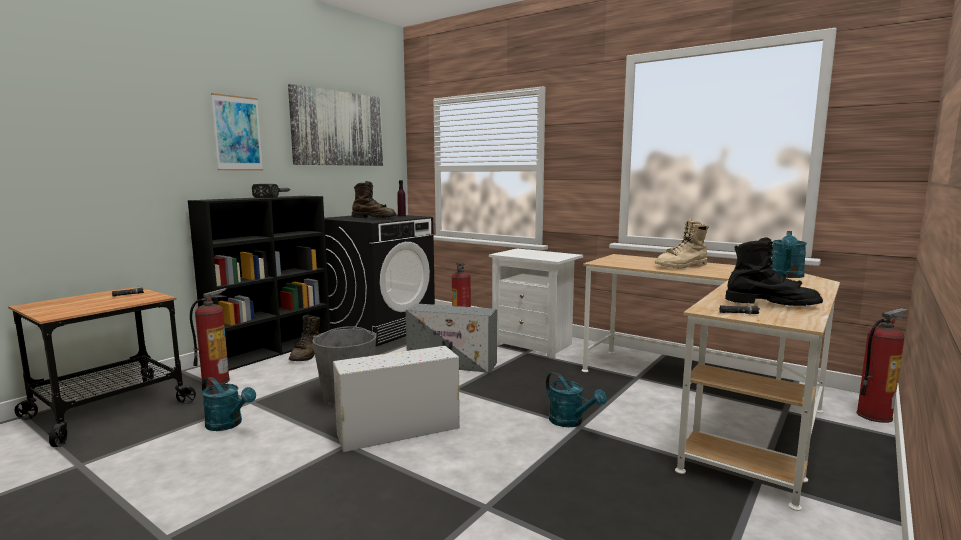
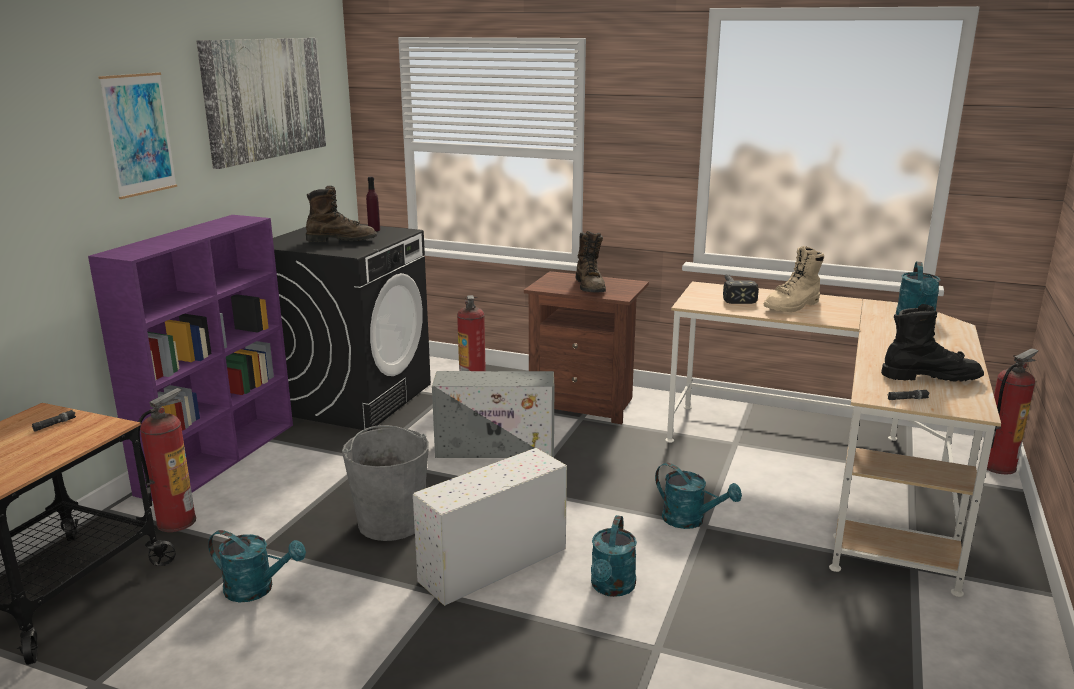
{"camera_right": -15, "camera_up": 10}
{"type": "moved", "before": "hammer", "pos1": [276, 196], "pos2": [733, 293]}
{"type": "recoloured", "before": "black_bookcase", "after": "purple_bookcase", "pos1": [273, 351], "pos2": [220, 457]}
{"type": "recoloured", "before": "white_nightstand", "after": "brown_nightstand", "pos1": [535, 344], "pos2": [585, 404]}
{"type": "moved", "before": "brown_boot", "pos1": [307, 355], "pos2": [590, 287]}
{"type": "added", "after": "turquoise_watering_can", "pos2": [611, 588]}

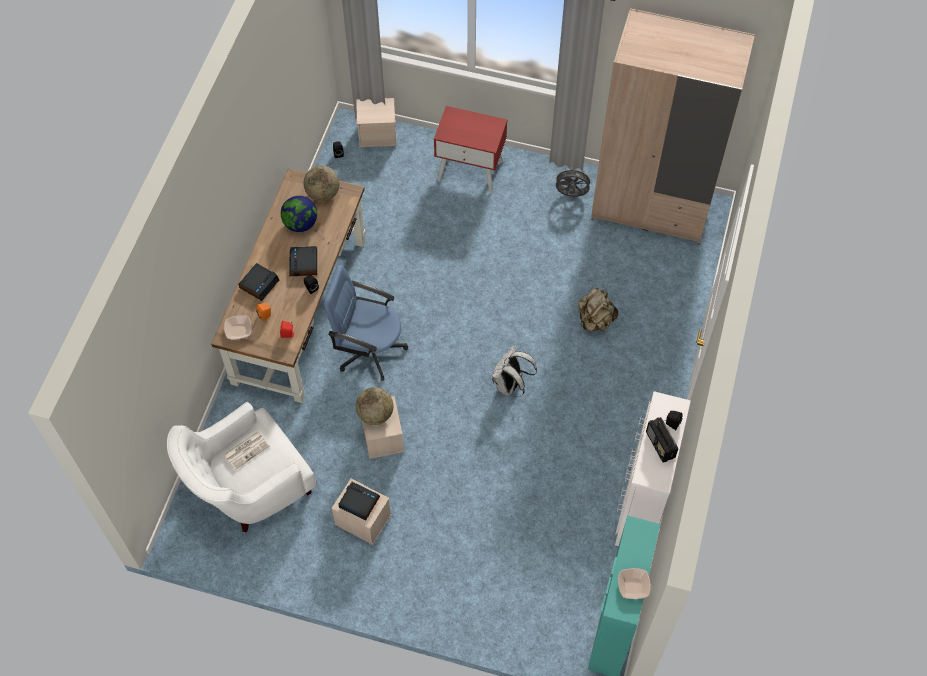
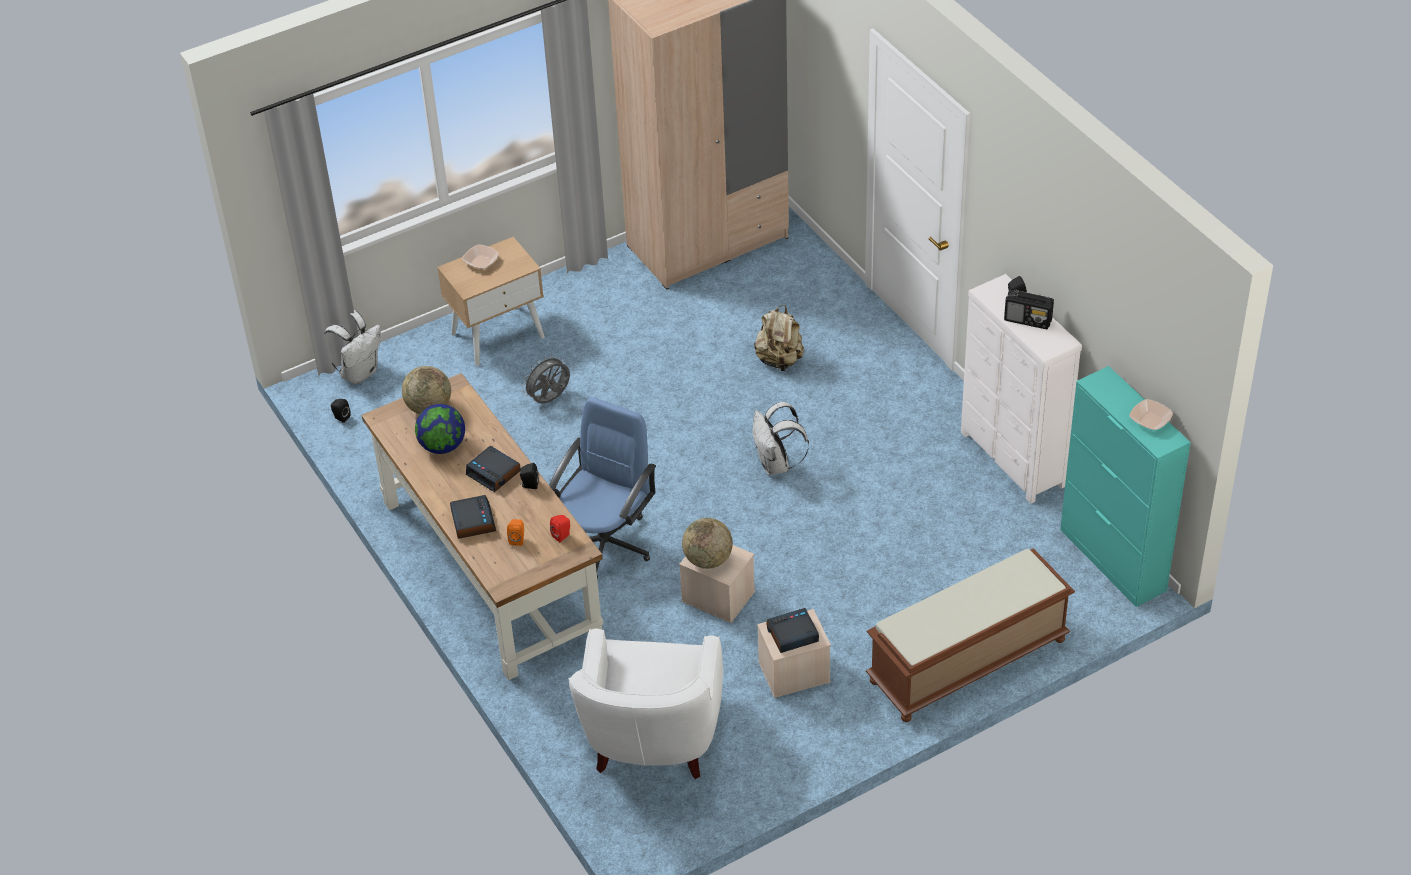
{"camera_right": -45, "camera_up": -15}
{"type": "replaced", "before": "beige_storage_box", "after": "white_backpack", "pos1": [378, 133], "pos2": [359, 372]}
{"type": "recoloured", "before": "red_nightstand", "after": "beige_nightstand", "pos1": [470, 170], "pos2": [498, 335]}
{"type": "moved", "before": "grey_fan", "pos1": [571, 195], "pos2": [550, 400]}
{"type": "turned", "before": "blue_office_chair", "pos1": [369, 349], "pos2": [606, 543], "turn": 150}
{"type": "moved", "before": "bowl", "pos1": [238, 330], "pos2": [481, 262]}
{"type": "removed", "before": "newspaper", "pos1": [246, 450]}
{"type": "added", "after": "brown_bench", "pos2": [967, 662]}

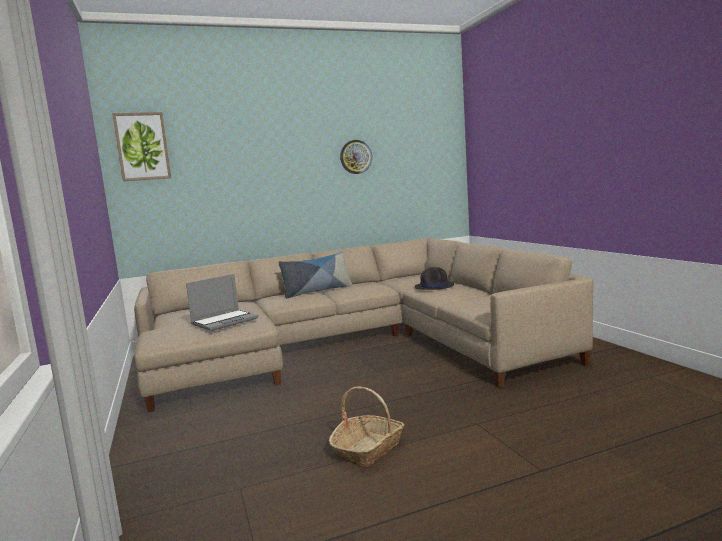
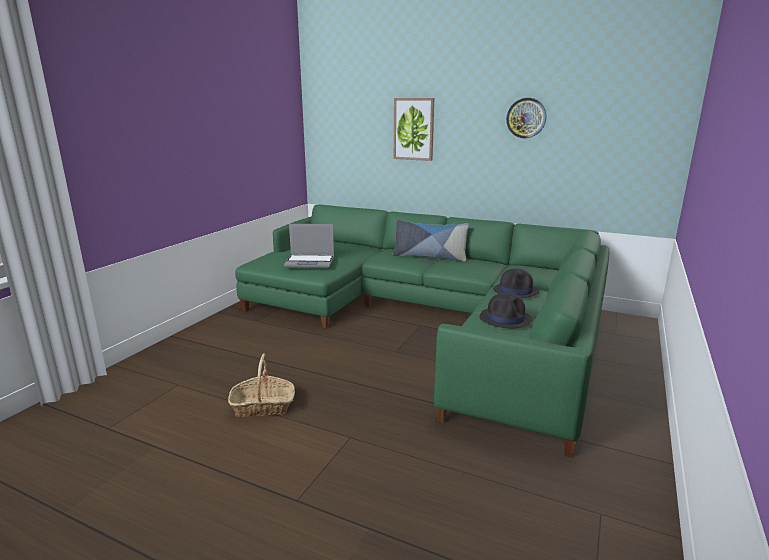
{"camera_right": 45, "camera_up": 10}
{"type": "moved", "before": "picture", "pos1": [142, 146], "pos2": [414, 129]}
{"type": "recoloured", "before": "beige_sofa", "after": "green_sofa", "pos1": [350, 346], "pos2": [431, 319]}
{"type": "added", "after": "black_hat", "pos2": [506, 318]}

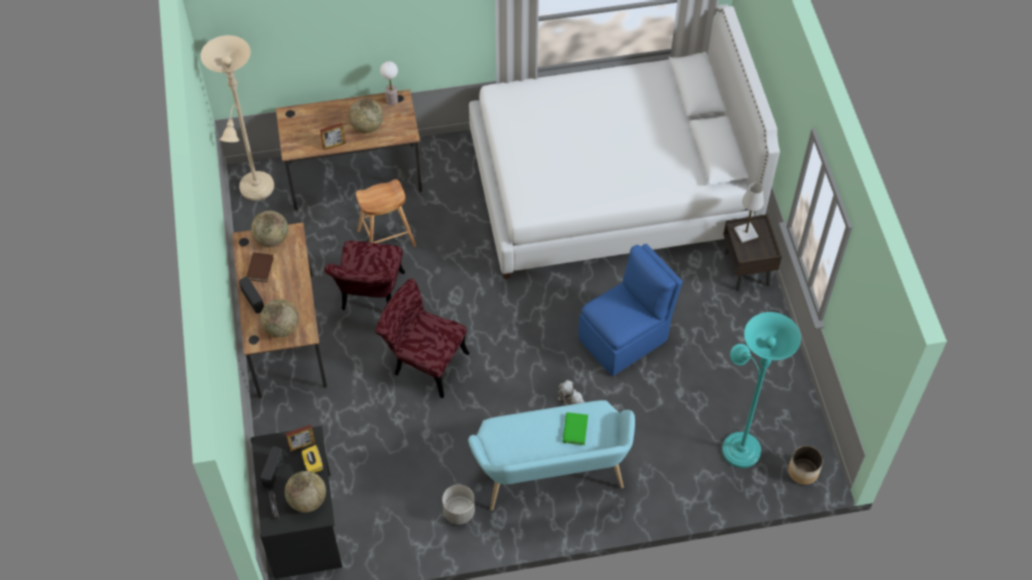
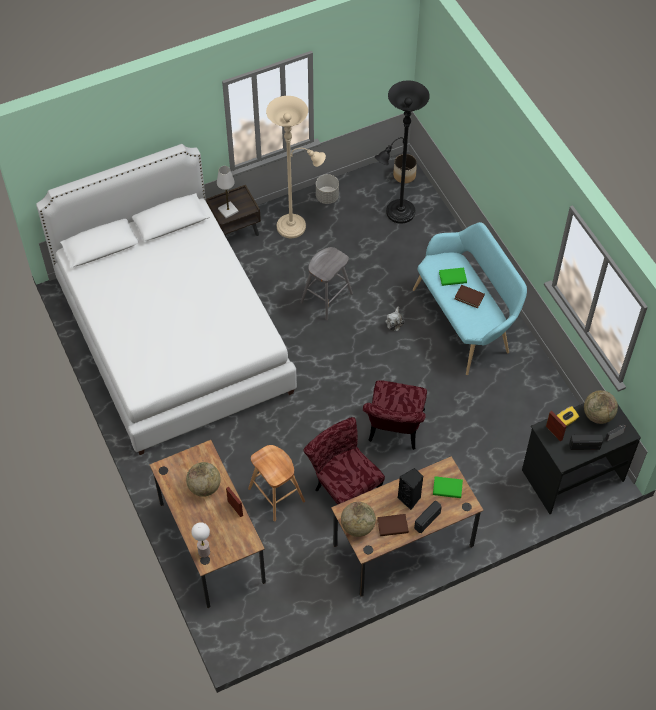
{"camera_right": -105, "camera_up": 0}
{"type": "moved", "before": "beige_floor_lamp", "pos1": [255, 190], "pos2": [295, 226]}
{"type": "moved", "before": "table_lamp", "pos1": [392, 101], "pos2": [204, 552]}
{"type": "turned", "before": "red_chair", "pos1": [371, 298], "pos2": [344, 489], "turn": -120}
{"type": "replaced", "before": "blue_chair", "after": "grey_stool", "pos1": [625, 338], "pos2": [326, 298]}
{"type": "replaced", "before": "globe", "after": "green_book", "pos1": [282, 328], "pos2": [447, 488]}
{"type": "recoloured", "before": "turquoise_floor_lamp", "after": "black_floor_lamp", "pos1": [738, 446], "pos2": [397, 214]}
{"type": "moved", "before": "grey_planter", "pos1": [459, 512], "pos2": [327, 197]}
{"type": "added", "after": "brown_book", "pos2": [469, 297]}
{"type": "added", "after": "black_speaker", "pos2": [410, 499]}

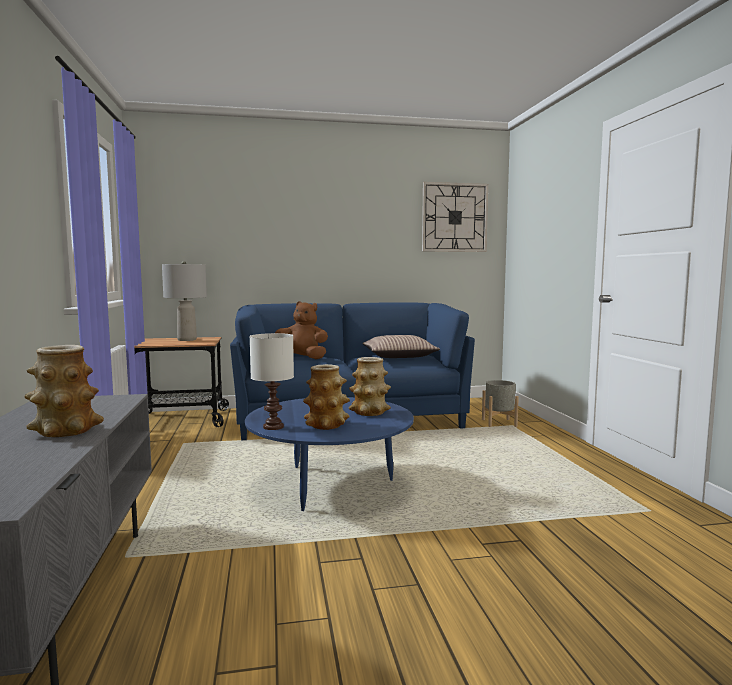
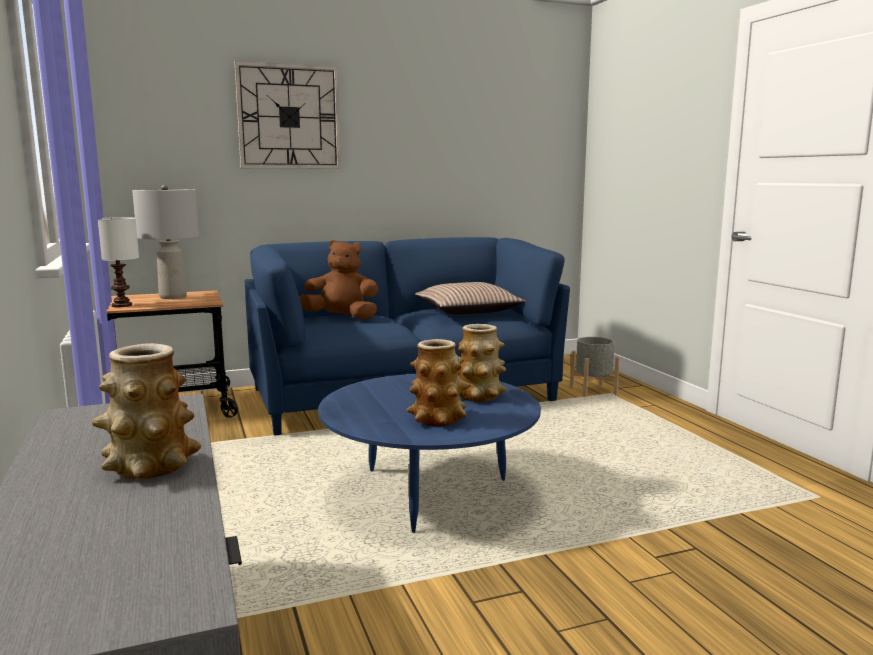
{"camera_right": -10, "camera_up": 5}
{"type": "moved", "before": "wall_clock", "pos1": [454, 217], "pos2": [289, 117]}
{"type": "moved", "before": "white_table_lamp", "pos1": [274, 427], "pos2": [123, 305]}

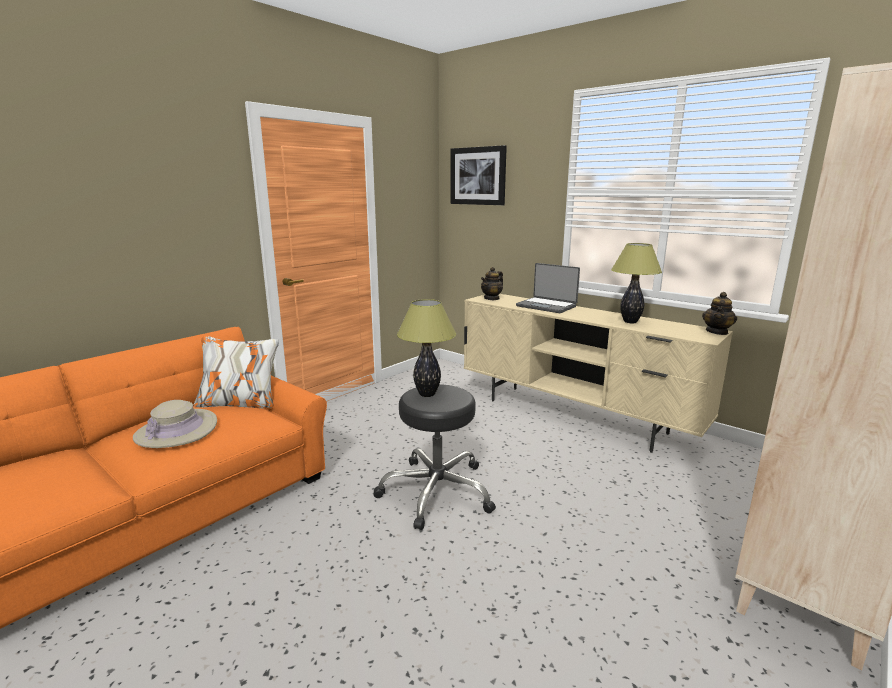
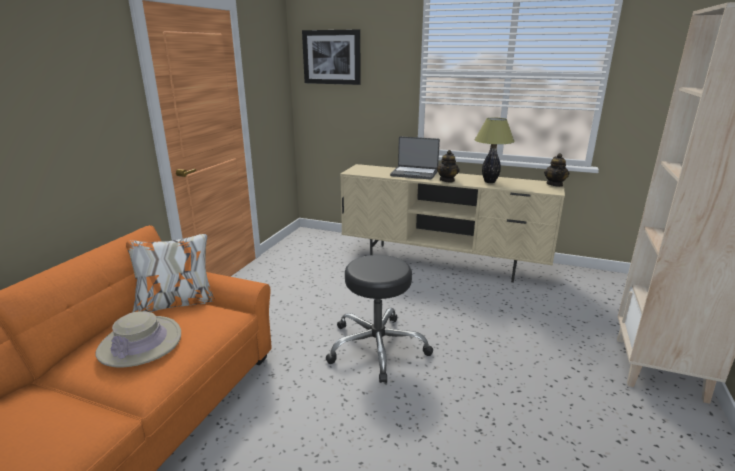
{"camera_right": -20, "camera_up": 5}
{"type": "moved", "before": "teapot", "pos1": [492, 298], "pos2": [447, 180]}
{"type": "removed", "before": "table_lamp", "pos1": [427, 394]}

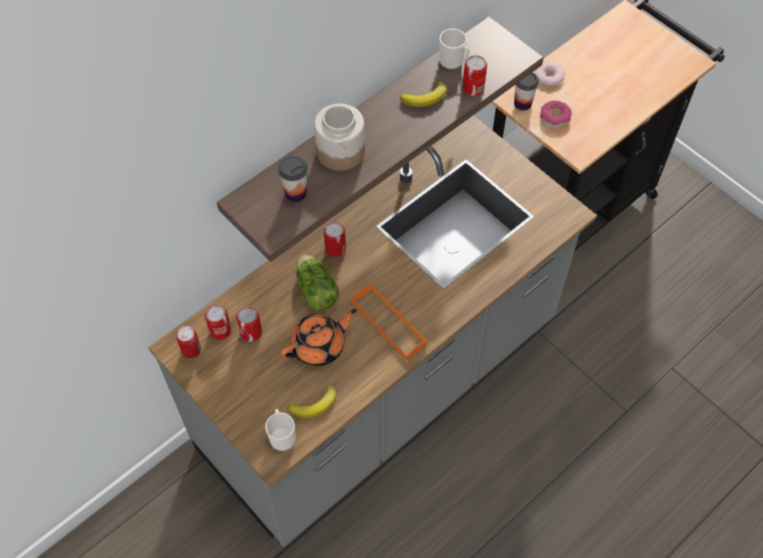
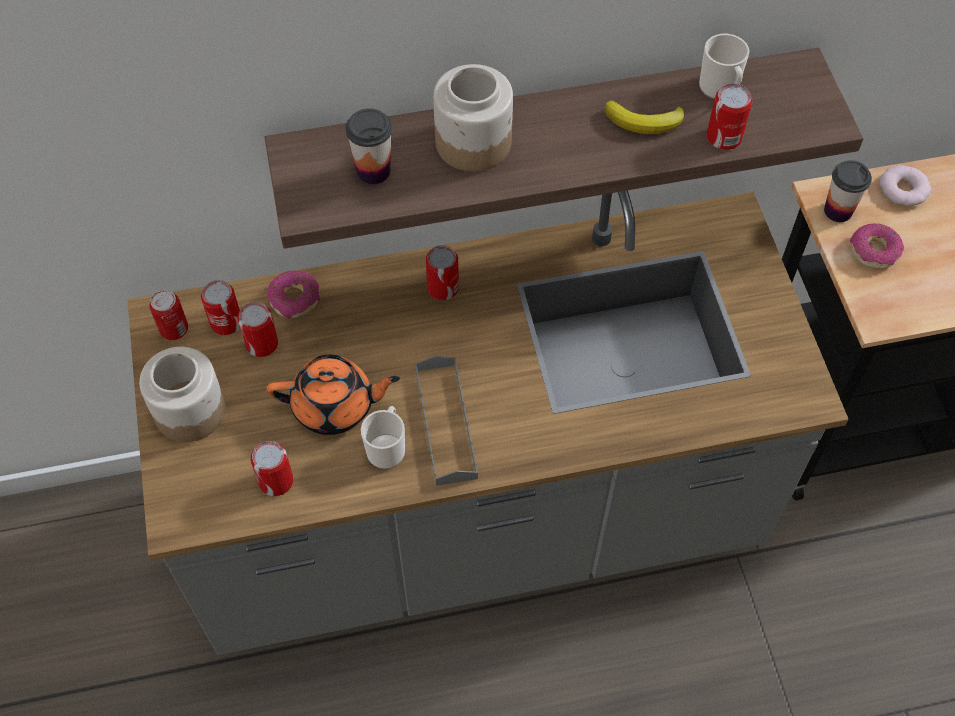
{"camera_right": 30, "camera_up": 0}
{"type": "removed", "before": "lettuce", "pos1": [315, 289]}
{"type": "recoloured", "before": "orange_tray", "after": "grey_tray", "pos1": [388, 323], "pos2": [446, 423]}
{"type": "replaced", "before": "banana", "after": "can", "pos1": [315, 405], "pos2": [276, 481]}
{"type": "moved", "before": "mug", "pos1": [282, 436], "pos2": [387, 448]}
{"type": "added", "after": "donut", "pos2": [295, 299]}
{"type": "added", "after": "jar", "pos2": [190, 410]}

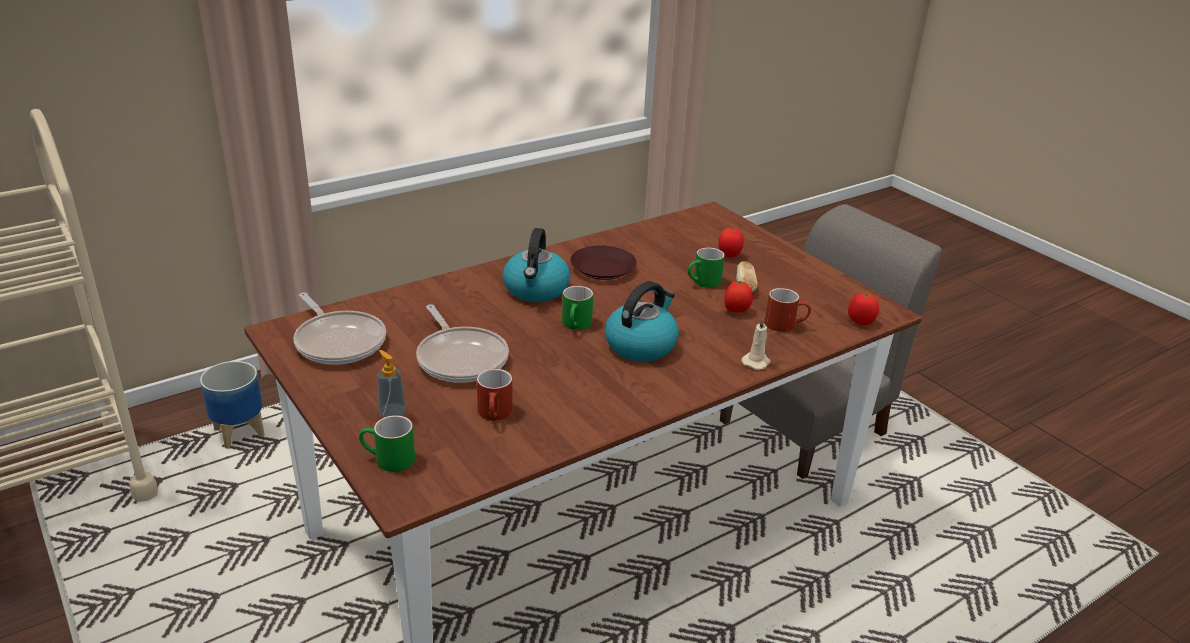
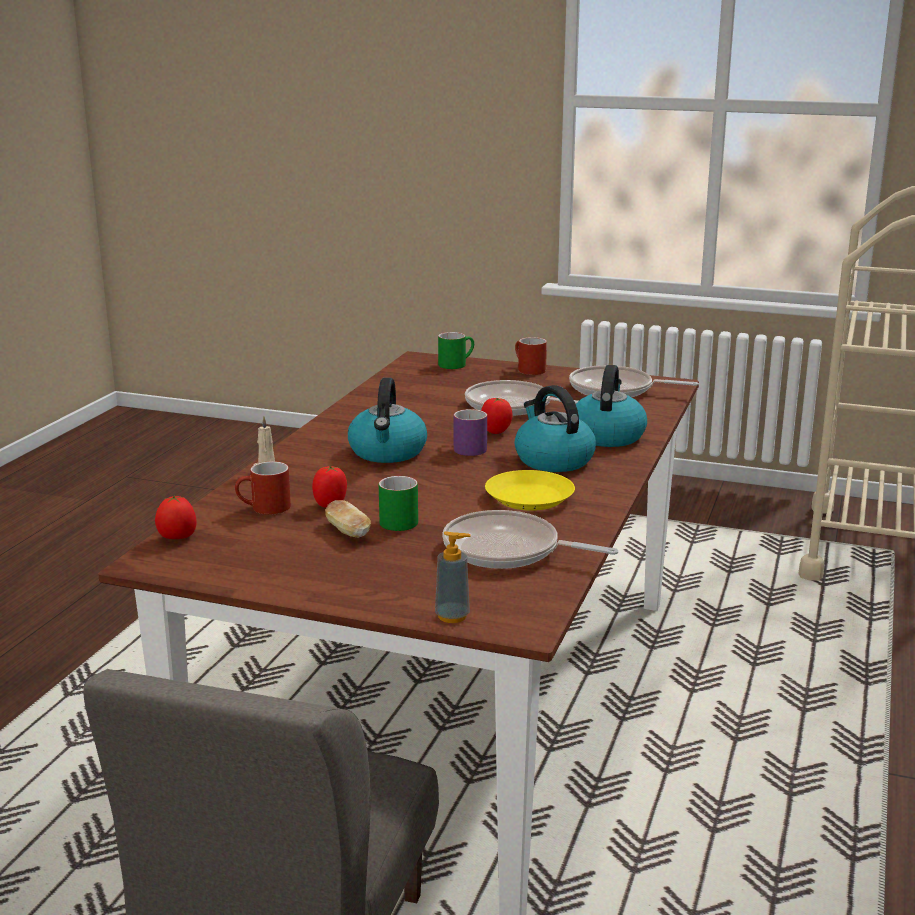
{"camera_right": 145, "camera_up": -10}
{"type": "moved", "before": "tomato", "pos1": [729, 255], "pos2": [496, 432]}
{"type": "recoloured", "before": "brown_plate", "after": "yellow_plate", "pos1": [602, 268], "pos2": [530, 497]}
{"type": "recoloured", "before": "green_mug", "after": "purple_mug", "pos1": [576, 325], "pos2": [466, 448]}
{"type": "moved", "before": "soap_dispenser", "pos1": [392, 415], "pos2": [452, 616]}
{"type": "removed", "before": "planter", "pos1": [239, 433]}
{"type": "moved", "before": "red_mug", "pos1": [495, 415], "pos2": [527, 369]}
{"type": "added", "after": "kettle", "pos2": [607, 436]}
{"type": "added", "after": "frying_pan", "pos2": [508, 551]}

